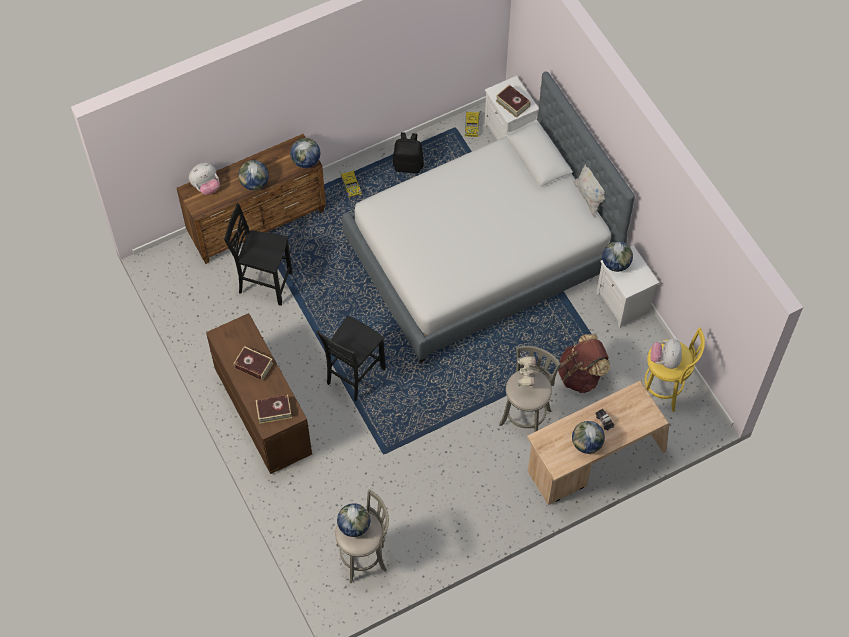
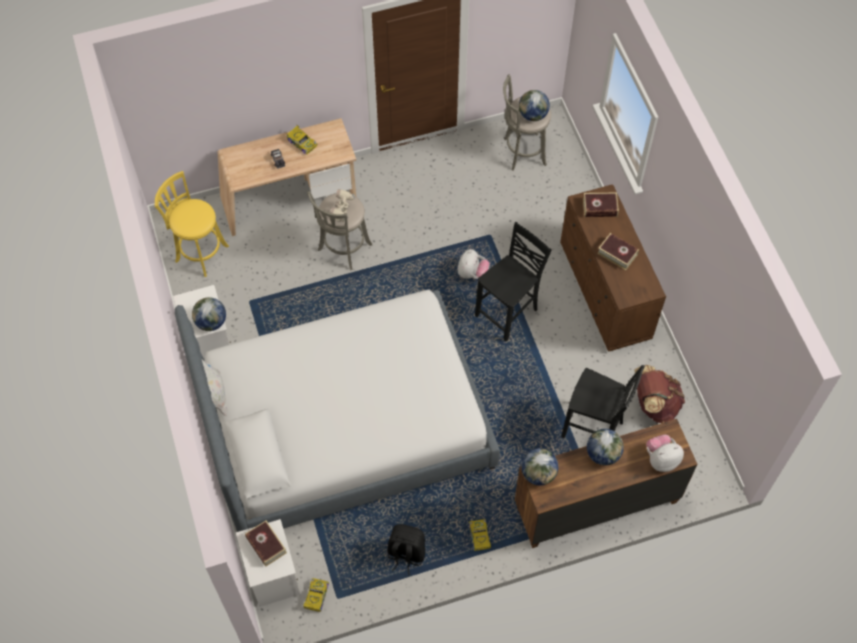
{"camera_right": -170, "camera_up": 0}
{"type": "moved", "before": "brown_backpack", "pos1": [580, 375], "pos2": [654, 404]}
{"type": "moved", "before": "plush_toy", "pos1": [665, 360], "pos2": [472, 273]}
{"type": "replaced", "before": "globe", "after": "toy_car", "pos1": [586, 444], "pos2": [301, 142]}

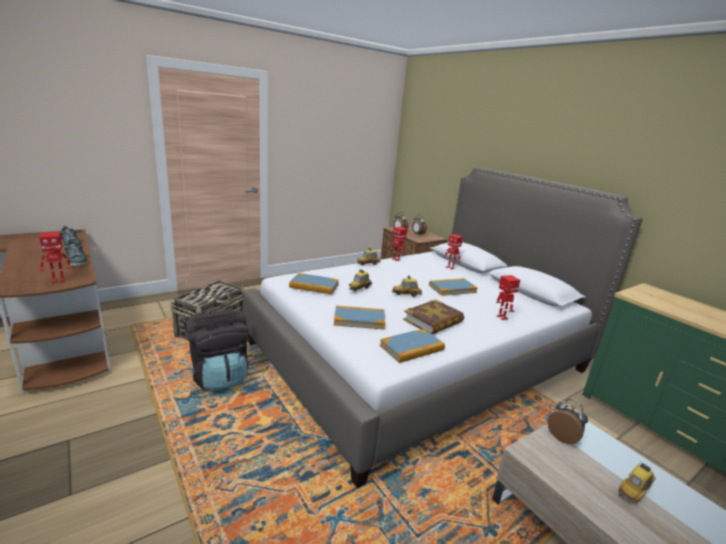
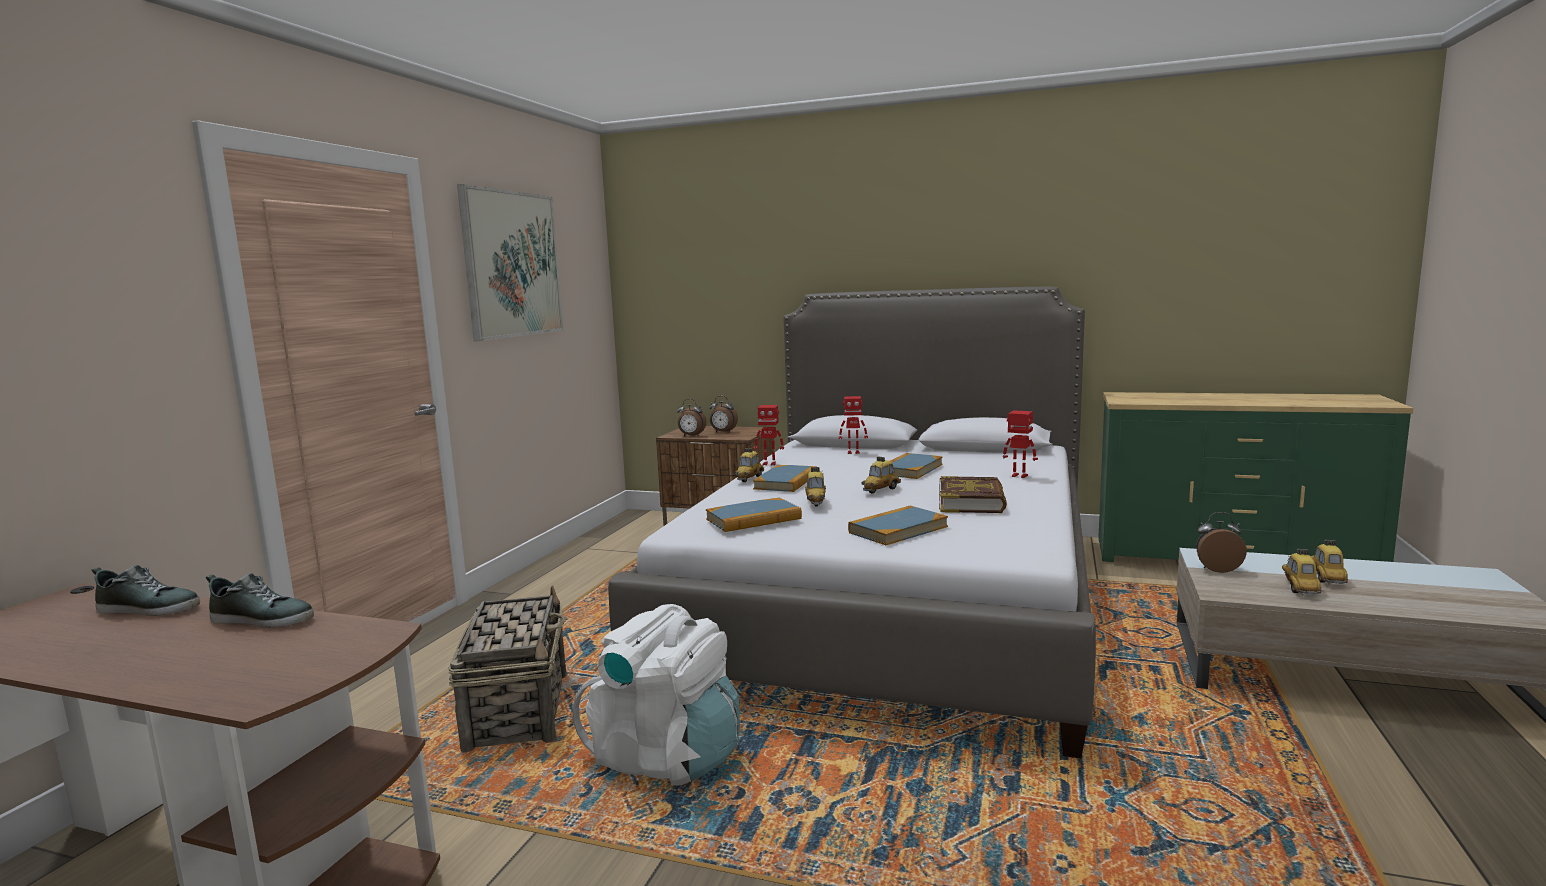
{"camera_right": -35, "camera_up": -10}
{"type": "removed", "before": "toy_robot", "pos1": [58, 281]}
{"type": "recoloured", "before": "black_backpack", "after": "white_backpack", "pos1": [219, 376], "pos2": [667, 757]}
{"type": "moved", "before": "book", "pos1": [412, 348], "pos2": [786, 482]}
{"type": "added", "after": "picture", "pos2": [512, 264]}
{"type": "added", "after": "toy_car", "pos2": [1299, 588]}

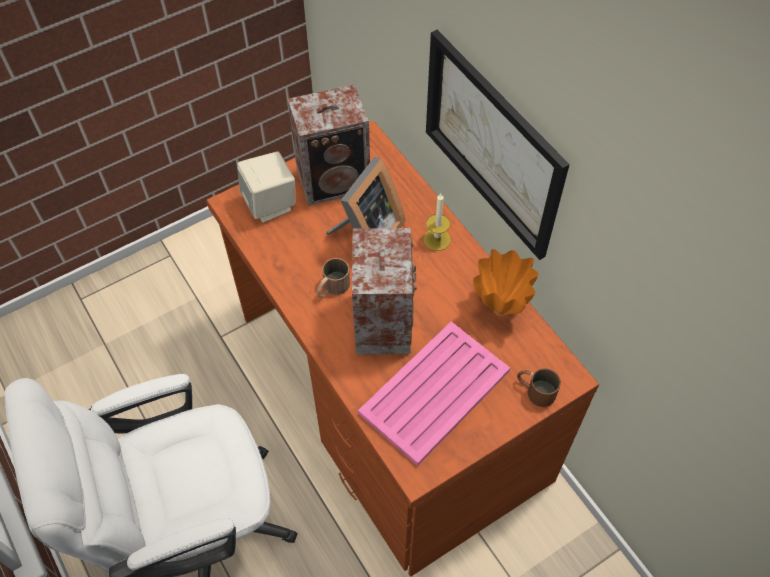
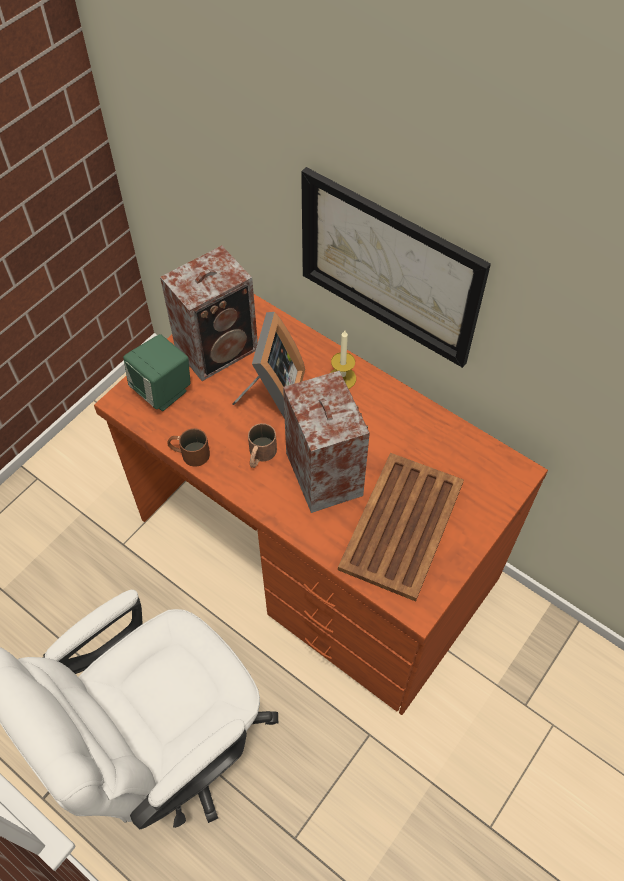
{"camera_right": -20, "camera_up": 0}
{"type": "recoloured", "before": "beige_speaker", "after": "green_speaker", "pos1": [270, 204], "pos2": [163, 391]}
{"type": "removed", "before": "orange_vase", "pos1": [500, 307]}
{"type": "recoloured", "before": "pink_tray", "after": "brown_tray", "pos1": [433, 393], "pos2": [401, 526]}
{"type": "moved", "before": "brown_mug", "pos1": [535, 390], "pos2": [189, 453]}

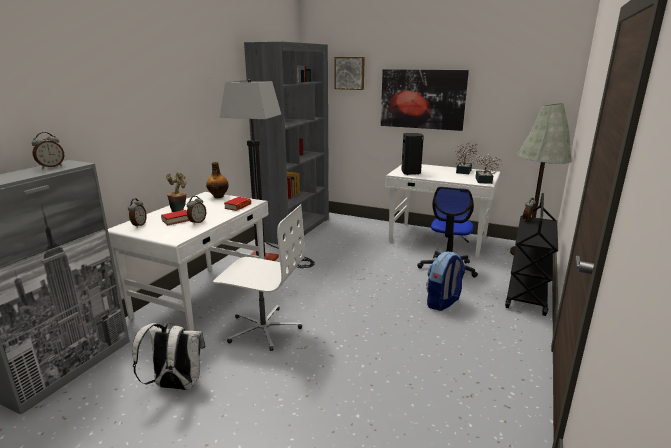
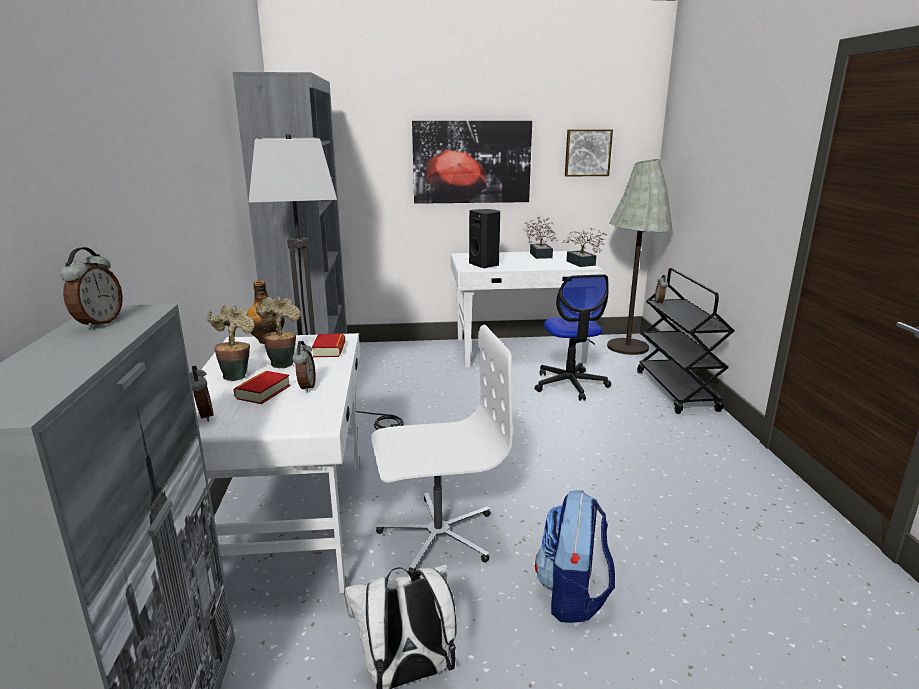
{"camera_right": -30, "camera_up": 0}
{"type": "moved", "before": "picture", "pos1": [349, 73], "pos2": [587, 152]}
{"type": "moved", "before": "backpack", "pos1": [443, 303], "pos2": [573, 595]}
{"type": "added", "after": "potted_plant", "pos2": [282, 363]}

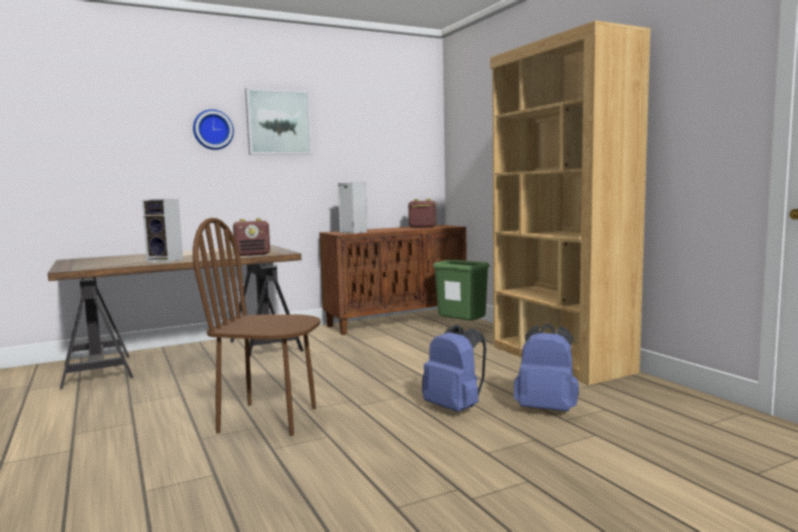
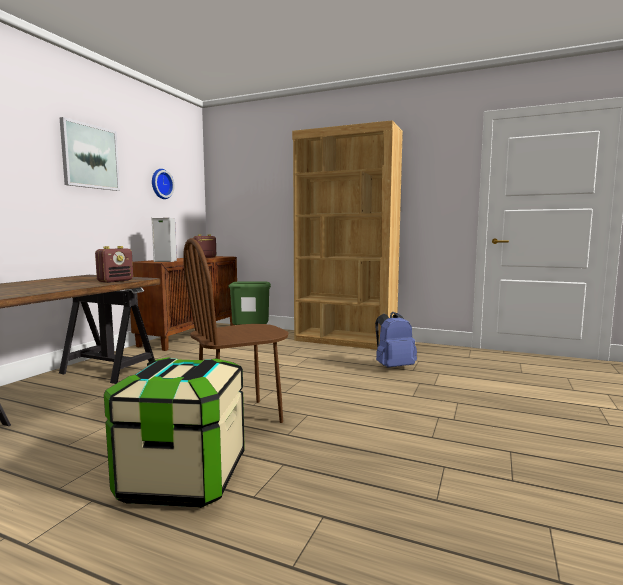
{"camera_right": -40, "camera_up": 0}
{"type": "moved", "before": "wall_clock", "pos1": [213, 130], "pos2": [160, 184]}
{"type": "removed", "before": "speaker", "pos1": [166, 260]}
{"type": "removed", "before": "blue_backpack", "pos1": [455, 408]}
{"type": "added", "after": "storage_box", "pos2": [183, 478]}

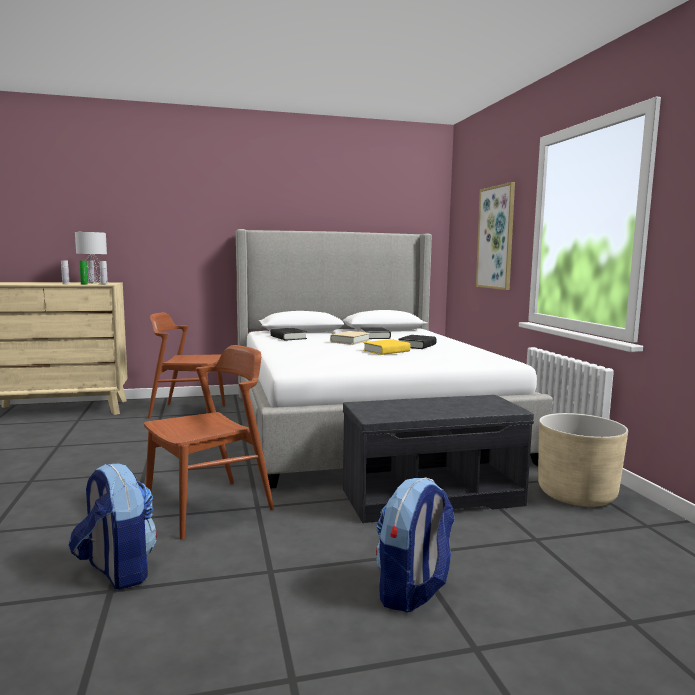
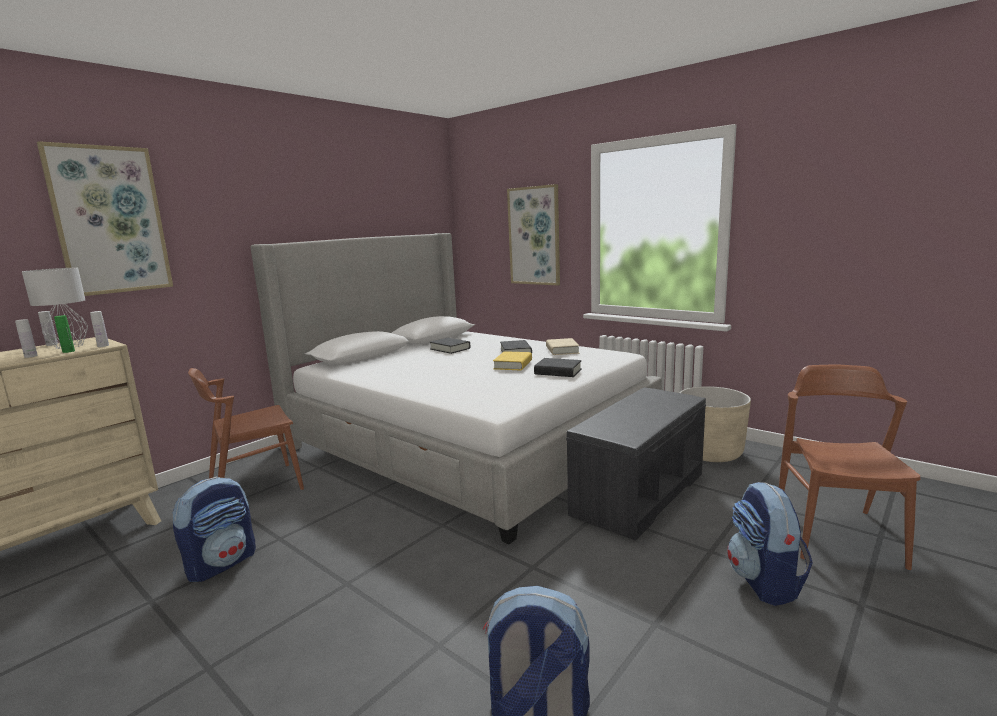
{"camera_right": -35, "camera_up": 5}
{"type": "moved", "before": "black_book", "pos1": [288, 337], "pos2": [558, 372]}
{"type": "moved", "before": "beige_book", "pos1": [350, 341], "pos2": [562, 350]}
{"type": "moved", "before": "brown_chair", "pos1": [210, 507], "pos2": [836, 533]}
{"type": "added", "after": "picture", "pos2": [110, 220]}
{"type": "added", "after": "backpack", "pos2": [222, 563]}

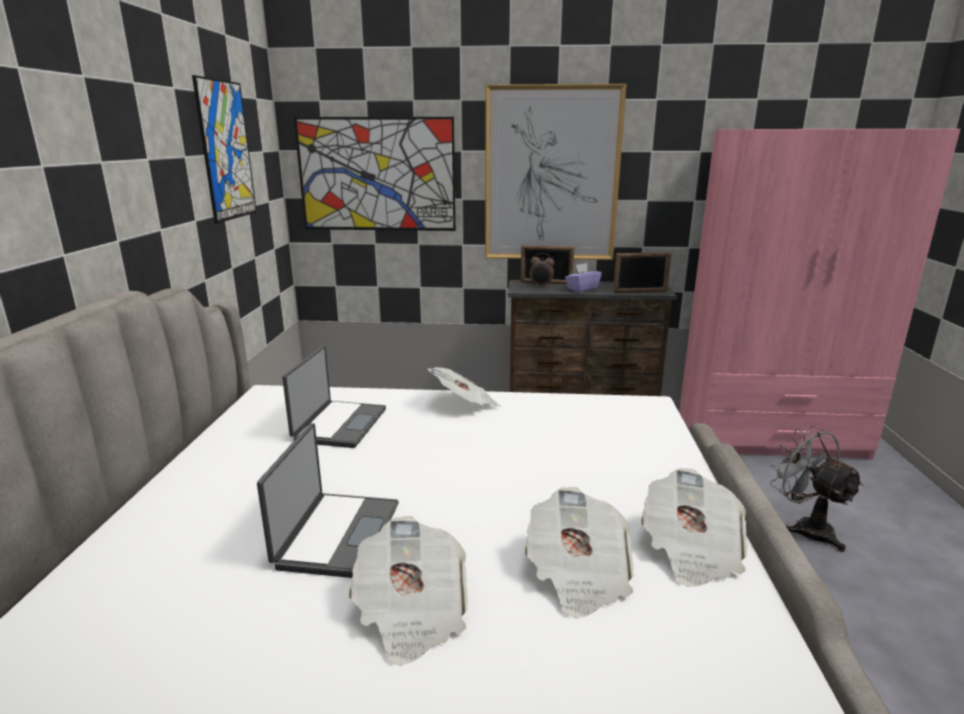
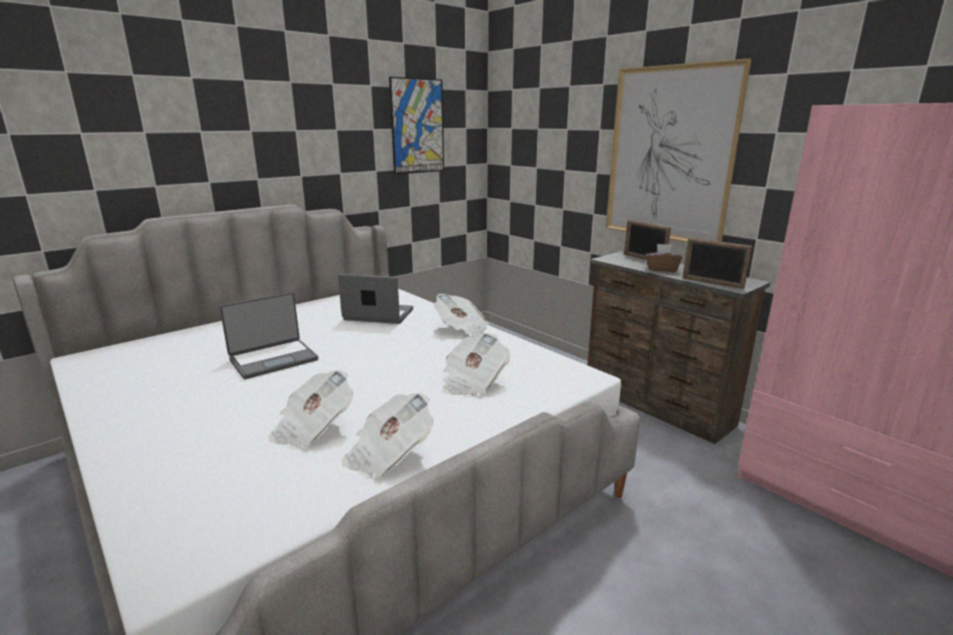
{"camera_right": 45, "camera_up": 0}
{"type": "removed", "before": "picture", "pos1": [376, 175]}
{"type": "removed", "before": "alarm_clock", "pos1": [541, 286]}
{"type": "recoloured", "before": "purple_tissue_box", "after": "brown_tissue_box", "pos1": [582, 289], "pos2": [661, 269]}
{"type": "turned", "before": "laptop", "pos1": [339, 425], "pos2": [378, 315], "turn": -135}
{"type": "removed", "before": "grey_fan", "pos1": [805, 527]}
{"type": "moved", "before": "newspaper", "pos1": [411, 613], "pos2": [473, 382]}

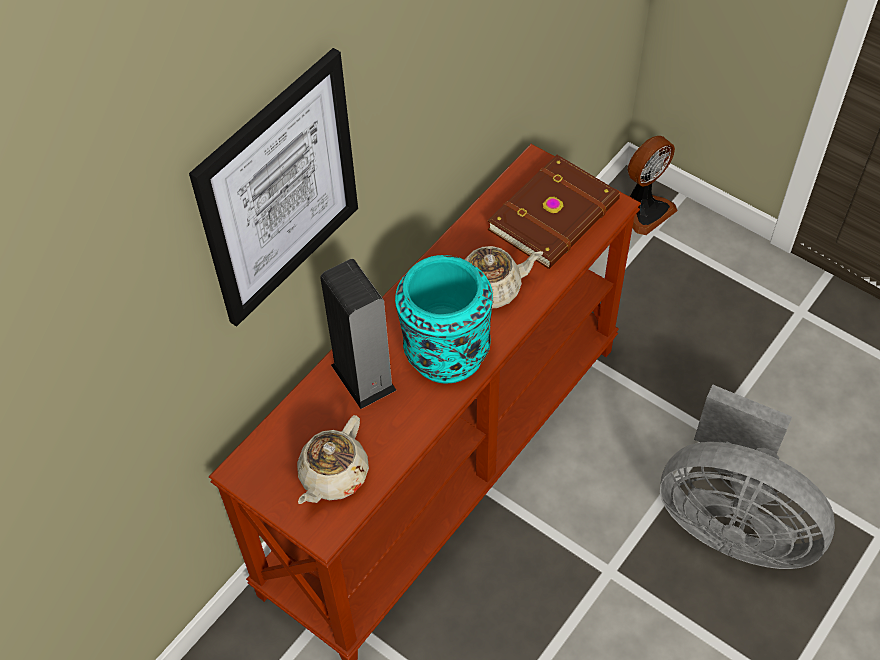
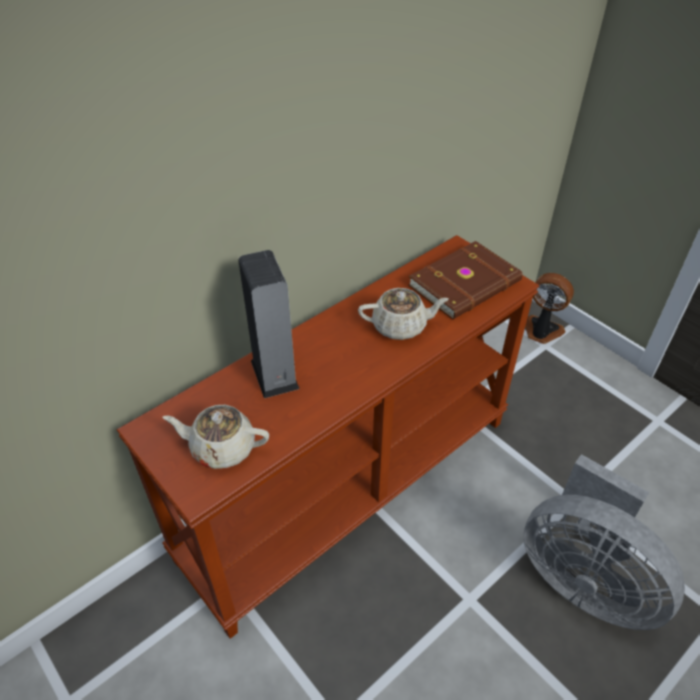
{"camera_right": 10, "camera_up": -10}
{"type": "removed", "before": "picture", "pos1": [279, 190]}
{"type": "turned", "before": "fan", "pos1": [644, 210], "pos2": [541, 331], "turn": -120}
{"type": "removed", "before": "turquoise_vase", "pos1": [445, 353]}
{"type": "turned", "before": "beige_teapot", "pos1": [333, 476], "pos2": [222, 448], "turn": 60}

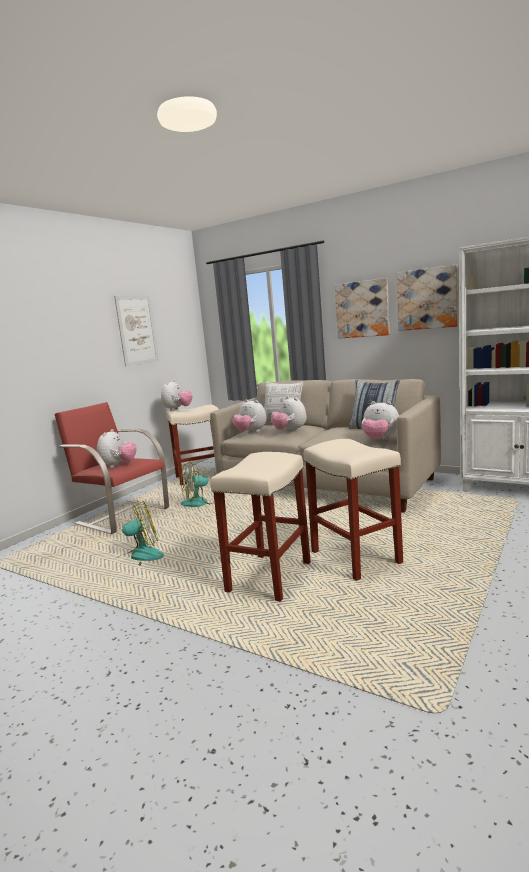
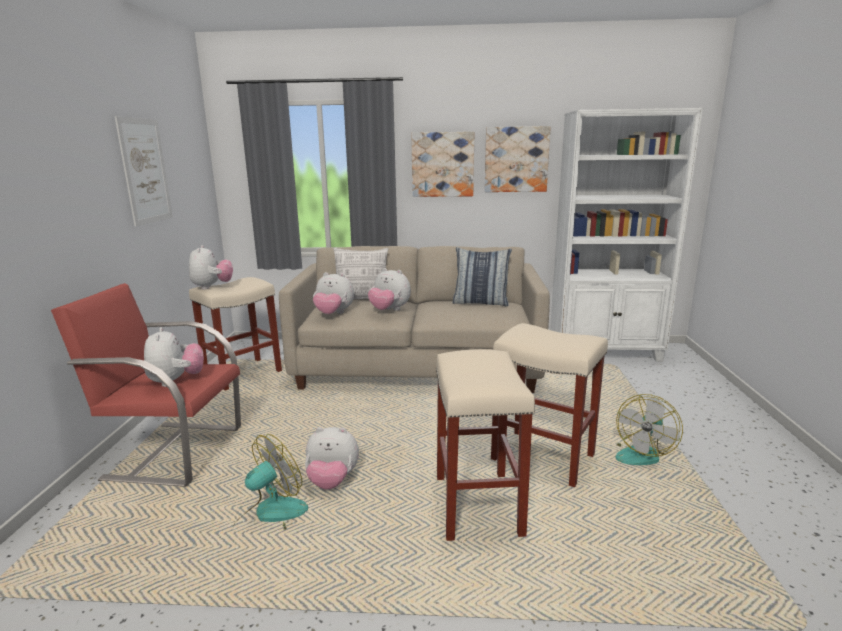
{"camera_right": -30, "camera_up": 5}
{"type": "moved", "before": "plush_toy", "pos1": [380, 440], "pos2": [332, 481]}
{"type": "moved", "before": "fan", "pos1": [200, 502], "pos2": [640, 453]}

